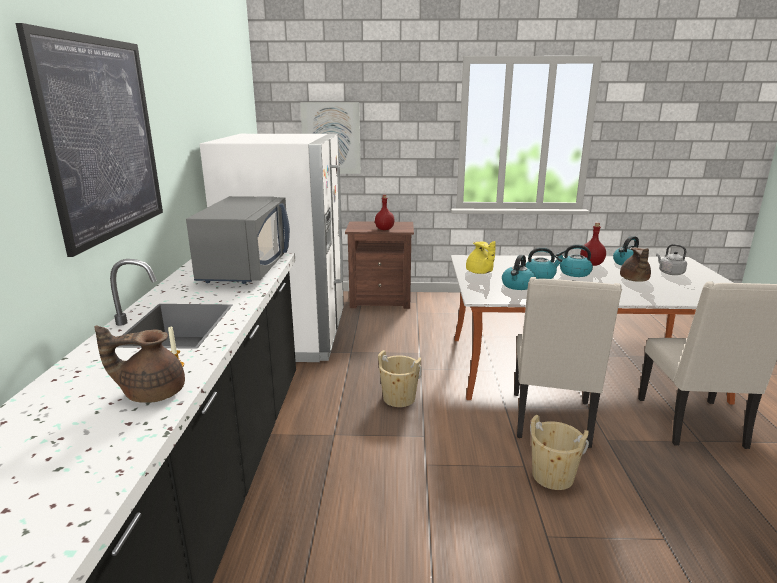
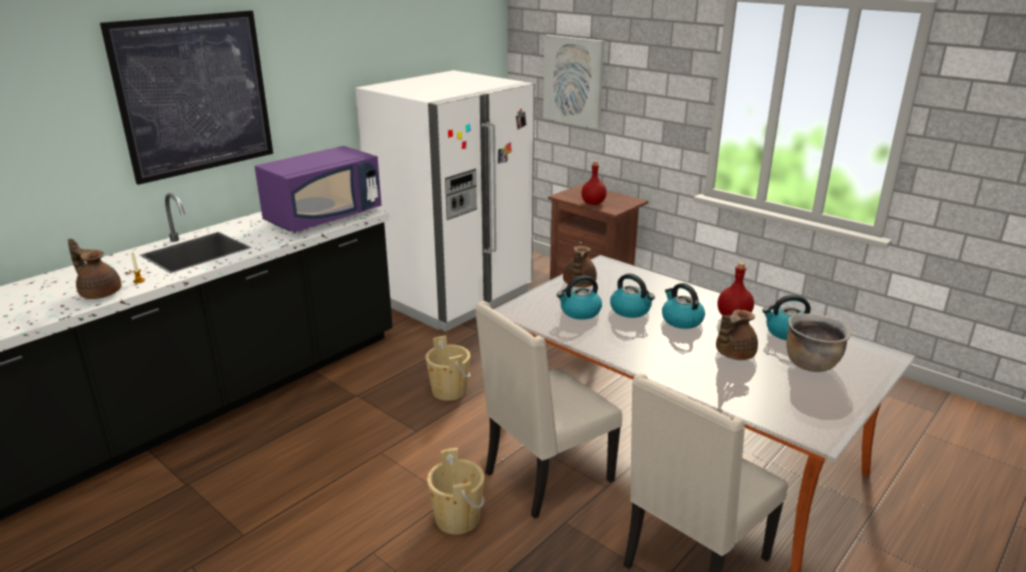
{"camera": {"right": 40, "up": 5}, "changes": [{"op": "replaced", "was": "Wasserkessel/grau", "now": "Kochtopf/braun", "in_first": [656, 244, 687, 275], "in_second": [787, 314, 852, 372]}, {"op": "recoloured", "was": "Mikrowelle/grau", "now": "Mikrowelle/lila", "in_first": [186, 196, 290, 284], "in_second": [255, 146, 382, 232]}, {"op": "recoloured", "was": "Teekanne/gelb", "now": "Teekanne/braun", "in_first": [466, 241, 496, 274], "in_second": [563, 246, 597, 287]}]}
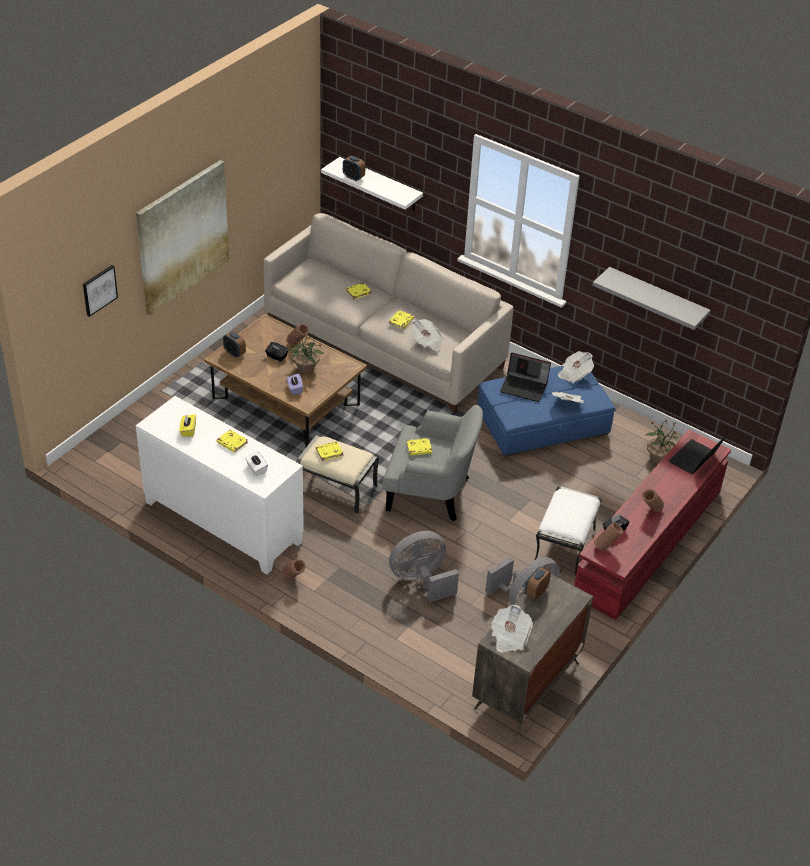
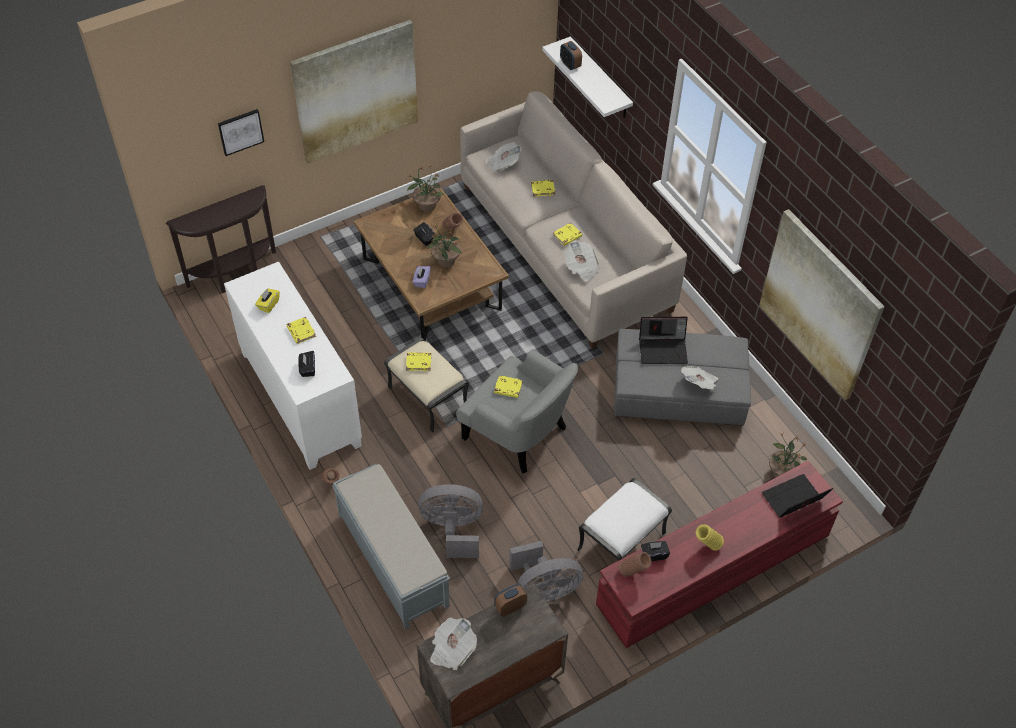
{"camera": {"right": 25, "up": 10}, "changes": [{"op": "removed", "was": "Wecker", "in_first": [223, 331, 246, 358]}, {"op": "added", "now": "Konsolentisch/braun", "in_second": [166, 185, 276, 293]}, {"op": "added", "now": "Bank/grau", "in_second": [332, 464, 450, 629]}, {"op": "added", "now": "Topfpflanze", "in_second": [407, 165, 444, 212]}, {"op": "moved", "was": "Zeitung", "in_first": [558, 351, 594, 383], "in_second": [485, 142, 522, 172]}, {"op": "replaced", "was": "Wandregal/grau", "now": "Bild", "in_first": [592, 267, 711, 330], "in_second": [759, 209, 885, 400]}, {"op": "recoloured", "was": "Taschentuchbox/weiß", "now": "Taschentuchbox/schwarz", "in_first": [245, 451, 268, 476], "in_second": [298, 351, 315, 377]}, {"op": "recoloured", "was": "Polsterhocker/blau", "now": "Polsterhocker/grau", "in_first": [478, 366, 616, 457], "in_second": [614, 329, 751, 426]}, {"op": "recoloured", "was": "Vase/braun", "now": "Vase/gelb", "in_first": [642, 489, 664, 512], "in_second": [696, 524, 724, 551]}, {"op": "turned", "was": "Laptop", "in_first": [500, 353, 551, 402], "in_second": [639, 317, 688, 364], "clockwise": -45}]}
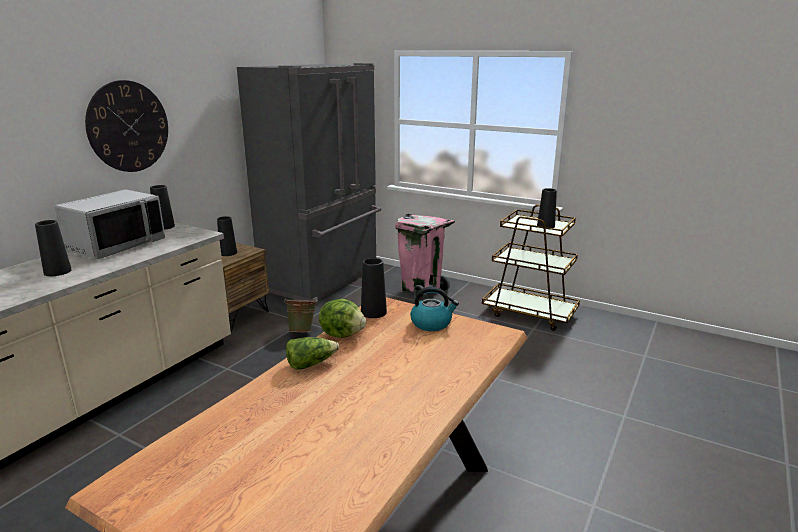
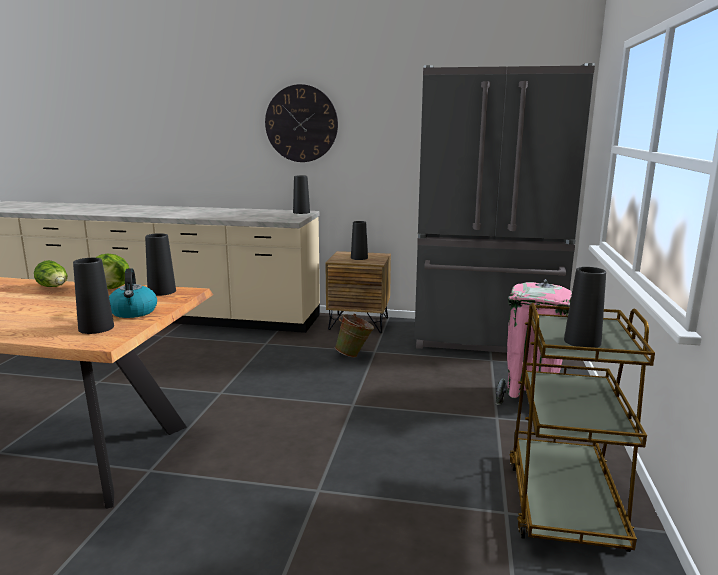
{"camera": {"right": 70, "up": -5}, "changes": [{"op": "removed", "was": "Mikrowelle/grau", "in_first": [55, 189, 165, 260]}, {"op": "moved", "was": "Vase/schwarz", "in_first": [35, 220, 72, 276], "in_second": [73, 258, 114, 334]}]}
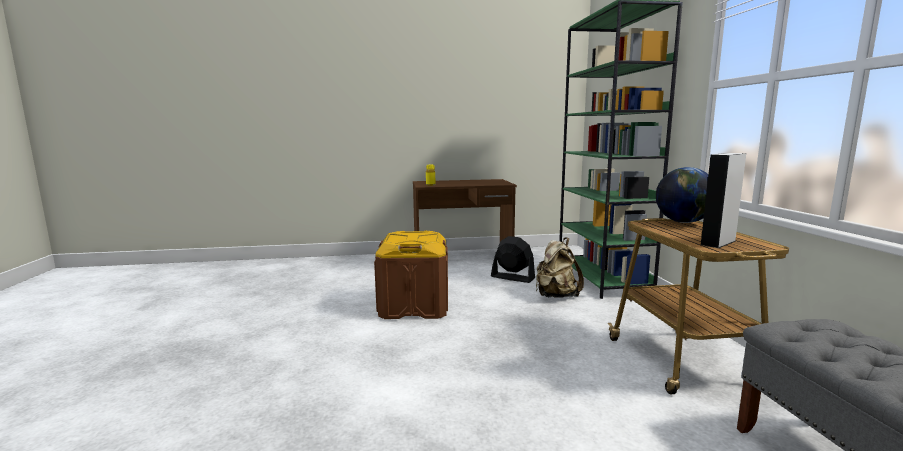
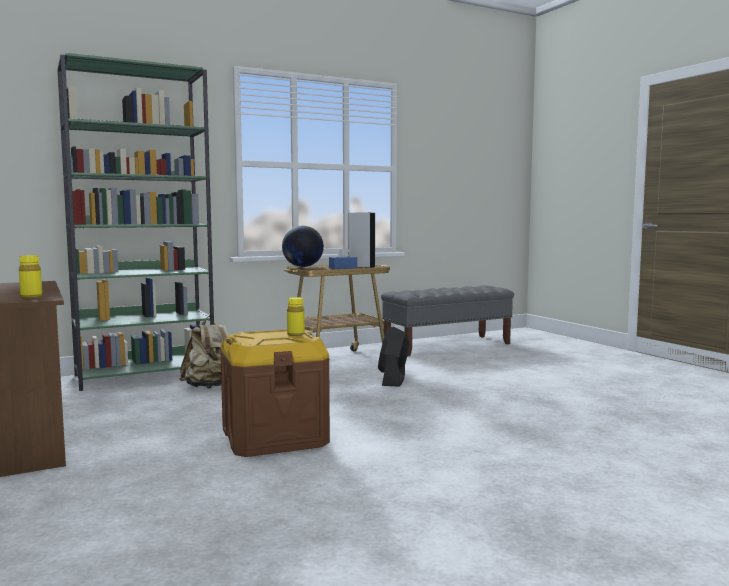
{"camera": {"right": -110, "up": -5}, "changes": [{"op": "added", "now": "Flasche/gelb", "in_second": [287, 297, 305, 336]}, {"op": "added", "now": "Taschentuchbox/blau", "in_second": [329, 246, 357, 269]}, {"op": "moved", "was": "Ventilator/schwarz", "in_first": [491, 236, 535, 283], "in_second": [378, 326, 410, 387]}]}
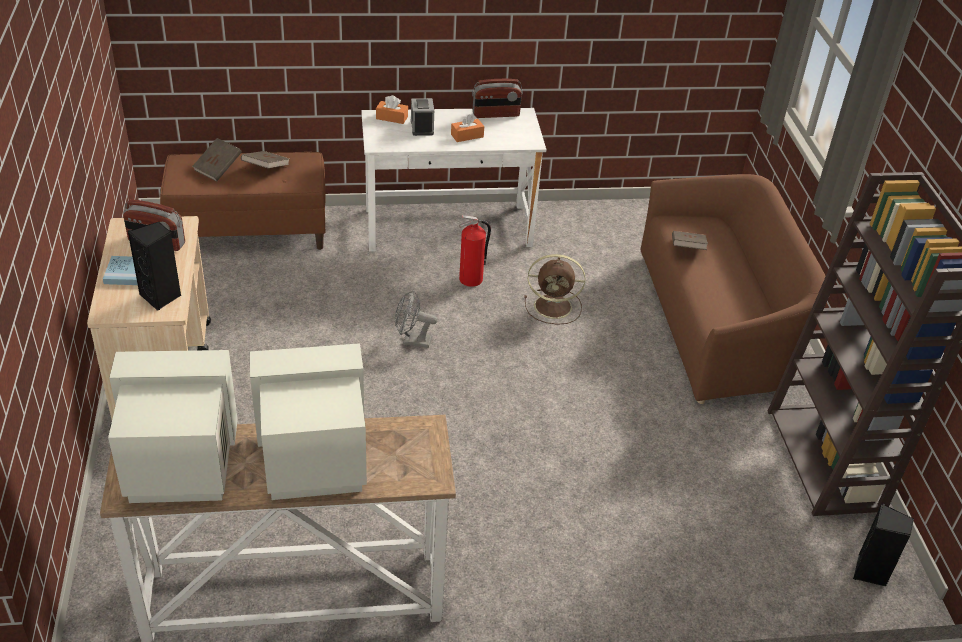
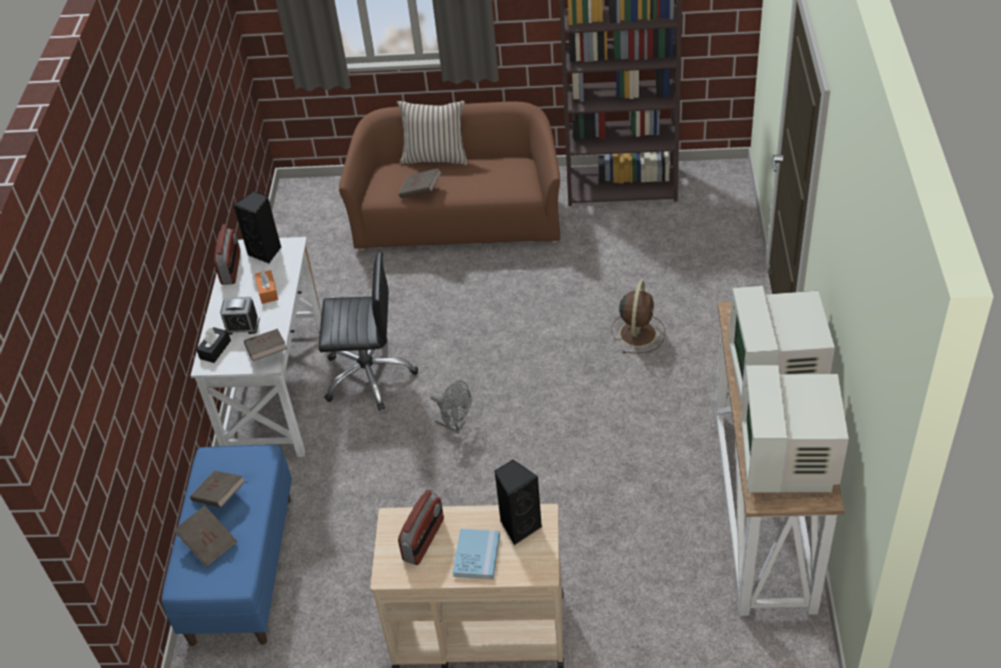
{"camera": {"right": -75, "up": 5}, "changes": [{"op": "added", "now": "Buch/braun", "in_second": [244, 329, 287, 361]}, {"op": "added", "now": "Kissen/beige", "in_second": [397, 101, 468, 165]}, {"op": "moved", "was": "Ventilator/braun", "in_first": [524, 254, 585, 325], "in_second": [611, 280, 665, 353]}, {"op": "moved", "was": "Lautsprecher/schwarz", "in_first": [853, 503, 914, 586], "in_second": [234, 191, 281, 264]}, {"op": "replaced", "was": "Feuerlöscher", "now": "Bürostuhl/schwarz", "in_first": [459, 215, 491, 287], "in_second": [319, 251, 418, 411]}, {"op": "recoloured", "was": "Bank/braun", "now": "Bank/blau", "in_first": [160, 152, 326, 250], "in_second": [162, 445, 292, 646]}, {"op": "recoloured", "was": "Taschentuchbox/orange", "now": "Taschentuchbox/schwarz", "in_first": [376, 95, 408, 124], "in_second": [196, 327, 231, 363]}, {"op": "turned", "was": "Ventilator/grau", "in_first": [395, 290, 438, 348], "in_second": [430, 381, 471, 432], "clockwise": -75}]}
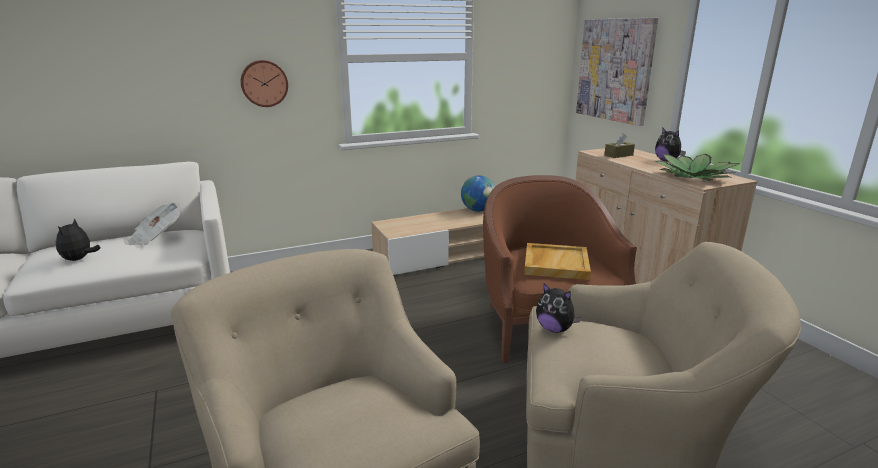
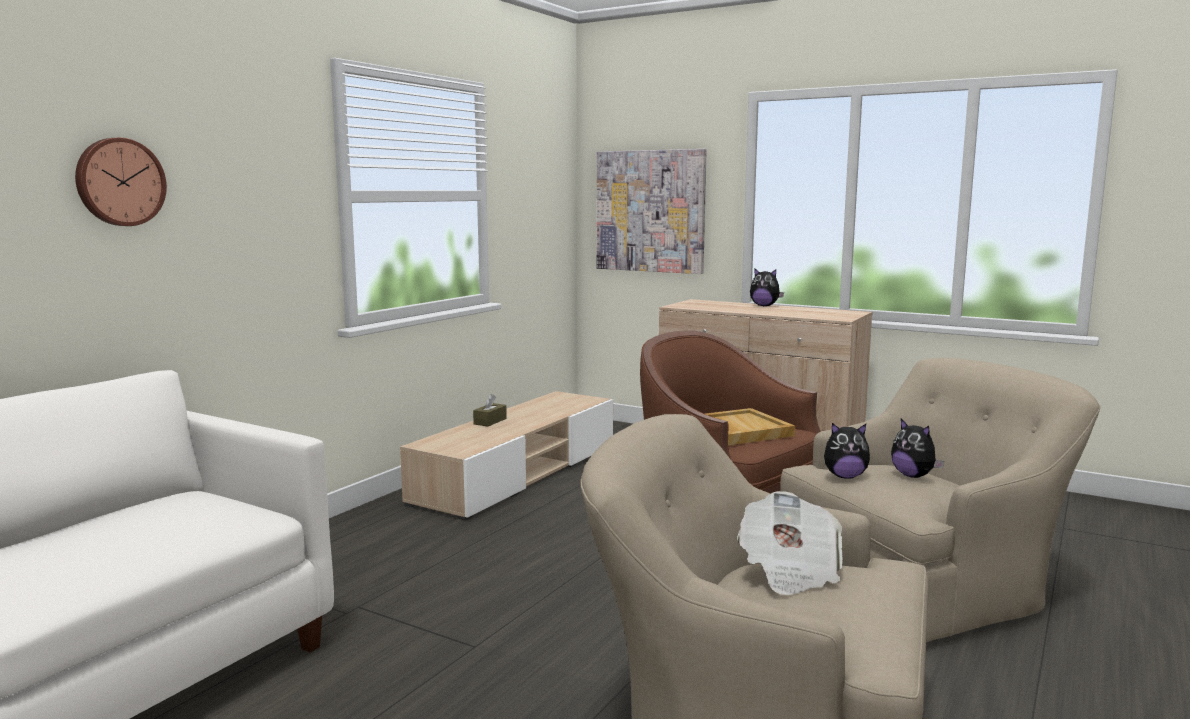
{"camera": {"right": -35, "up": -10}, "changes": [{"op": "removed", "was": "Globus", "in_first": [461, 175, 495, 212]}, {"op": "removed", "was": "Topfpflanze", "in_first": [656, 154, 740, 181]}, {"op": "moved", "was": "Plüschtier", "in_first": [56, 218, 101, 261], "in_second": [891, 419, 944, 478]}, {"op": "moved", "was": "Zeitung", "in_first": [124, 203, 180, 245], "in_second": [737, 491, 843, 595]}, {"op": "moved", "was": "Wanduhr", "in_first": [241, 60, 288, 107], "in_second": [75, 138, 167, 226]}, {"op": "moved", "was": "Taschentuchbox/braun", "in_first": [604, 133, 635, 158], "in_second": [473, 394, 507, 426]}]}
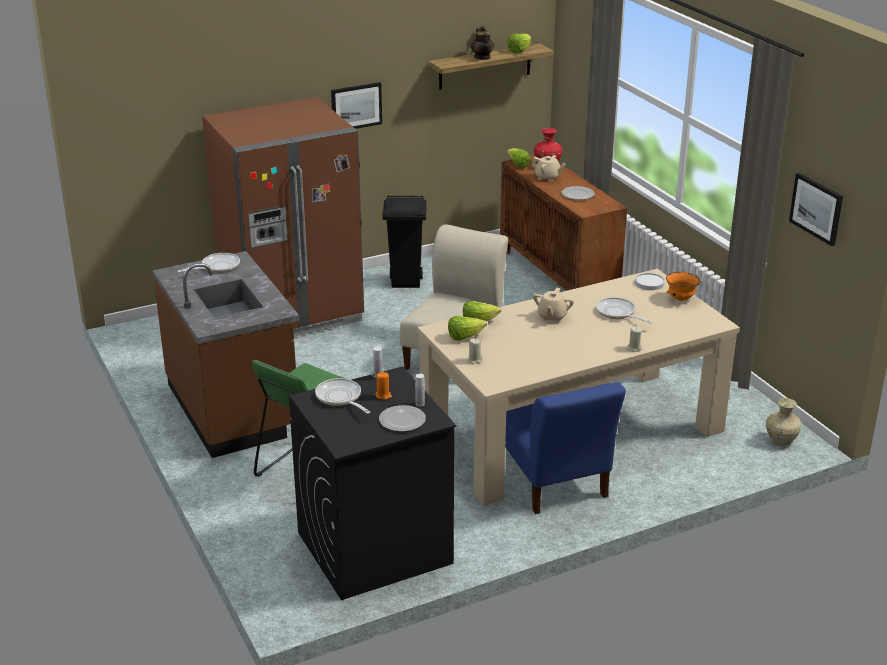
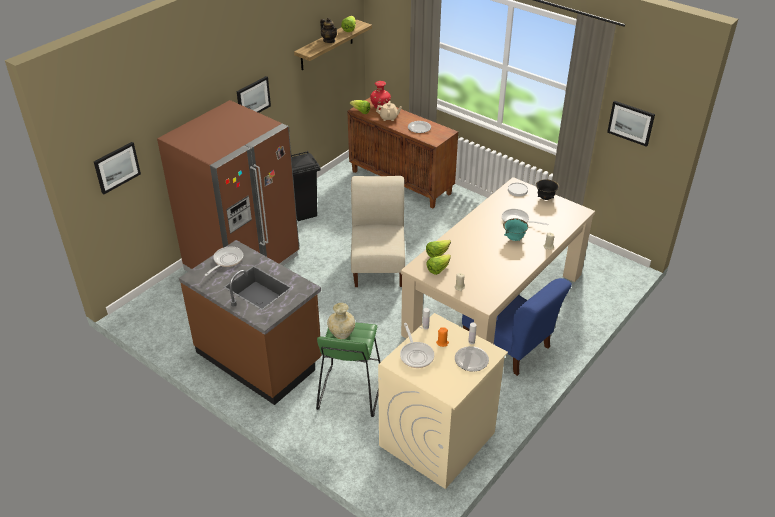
{"camera": {"right": -25, "up": 10}, "changes": [{"op": "removed", "was": "Teekanne/beige", "in_first": [533, 288, 574, 323]}, {"op": "added", "now": "Bild", "in_second": [94, 142, 141, 194]}, {"op": "added", "now": "Schüssel/türkis", "in_second": [503, 218, 528, 241]}, {"op": "moved", "was": "Vase/beige", "in_first": [766, 398, 801, 446], "in_second": [327, 303, 355, 339]}, {"op": "recoloured", "was": "Waschmaschine/schwarz", "now": "Waschmaschine/beige", "in_first": [289, 366, 456, 600], "in_second": [378, 313, 508, 489]}, {"op": "recoloured", "was": "Schüssel/orange", "now": "Schüssel/schwarz", "in_first": [666, 272, 701, 301], "in_second": [536, 179, 560, 200]}, {"op": "turned", "was": "Pfanne", "in_first": [315, 378, 370, 414], "in_second": [400, 323, 434, 368], "clockwise": -135}]}
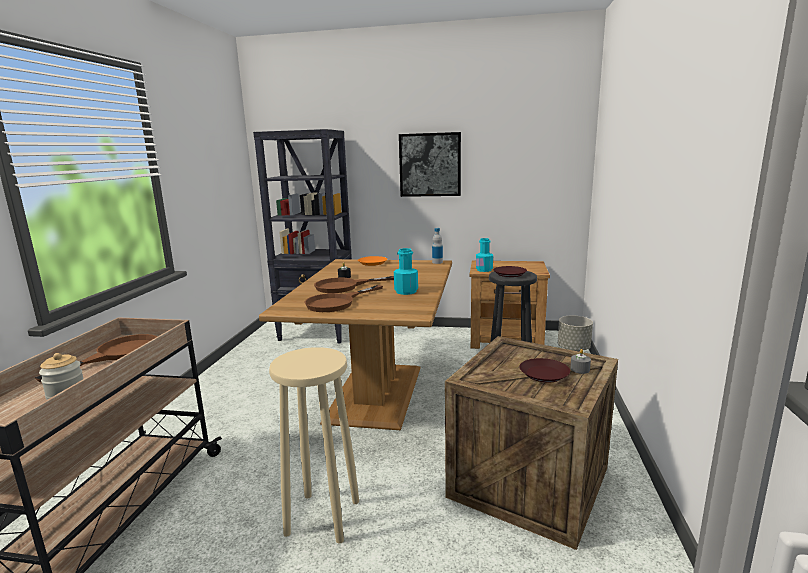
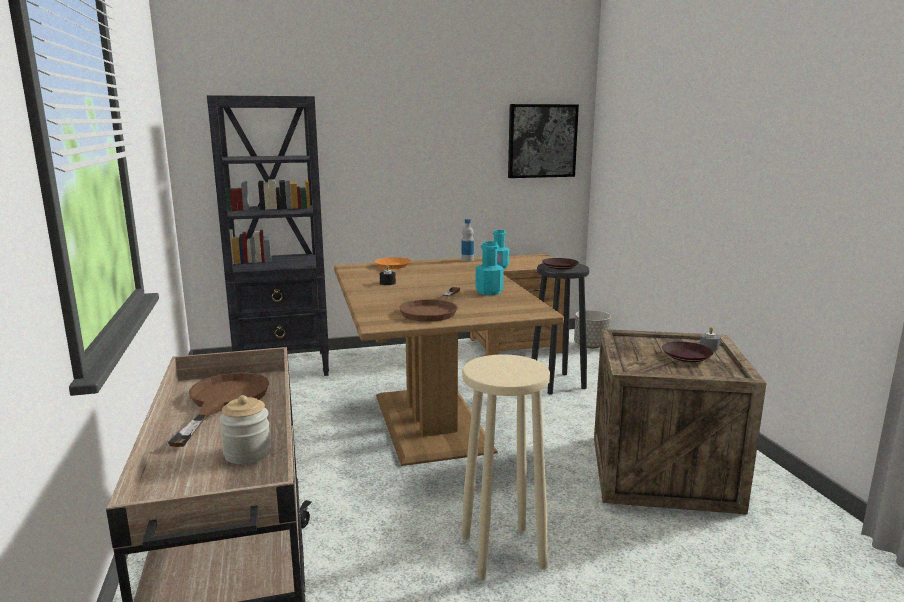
{"camera": {"right": -25, "up": 0}, "changes": [{"op": "removed", "was": "Pfanne/braun", "in_first": [314, 276, 394, 293]}, {"op": "moved", "was": "Bild", "in_first": [399, 132, 461, 197], "in_second": [508, 104, 579, 178]}]}
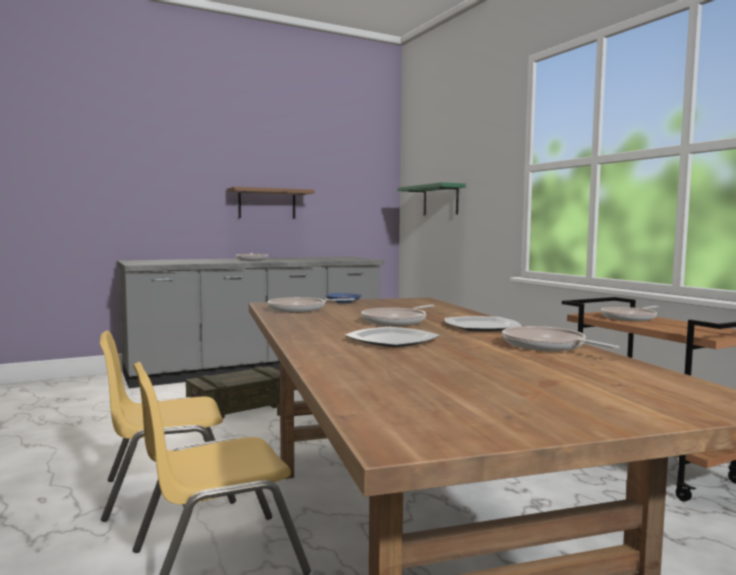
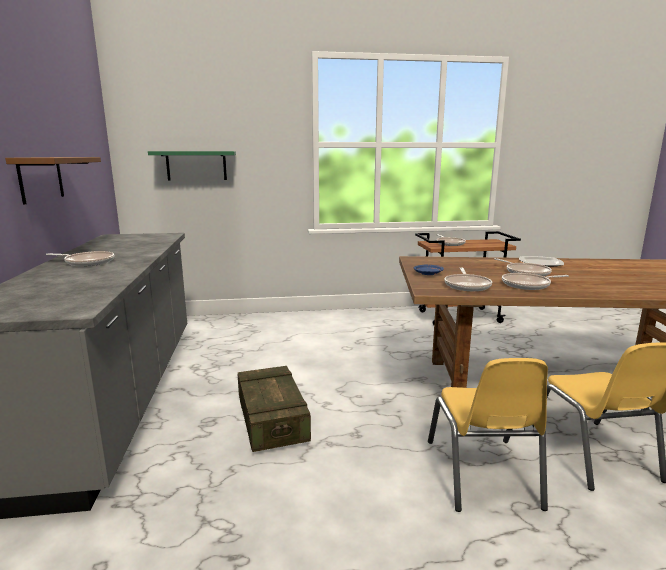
{"camera": {"right": -70, "up": 10}, "changes": [{"op": "removed", "was": "Teller", "in_first": [345, 327, 440, 347]}, {"op": "moved", "was": "Pfanne", "in_first": [502, 326, 620, 351], "in_second": [502, 273, 569, 290]}]}
